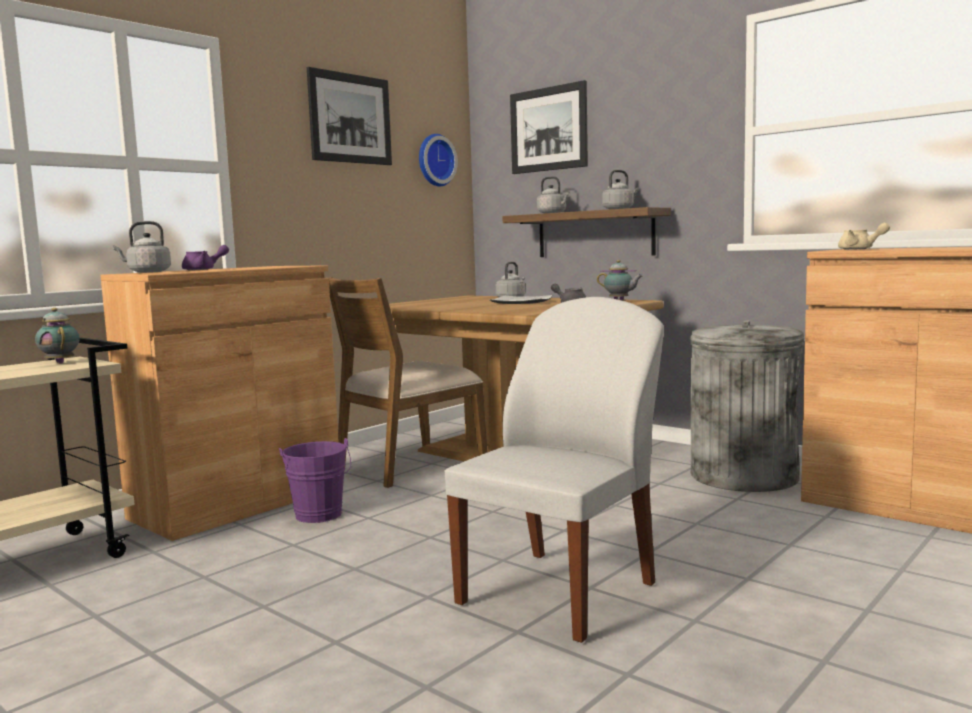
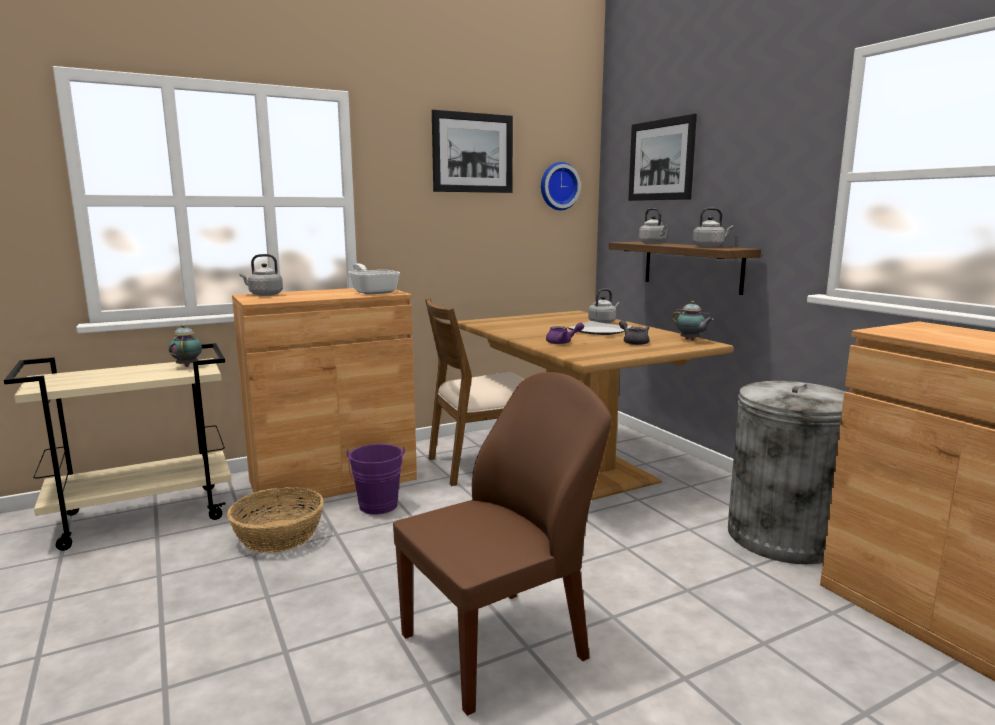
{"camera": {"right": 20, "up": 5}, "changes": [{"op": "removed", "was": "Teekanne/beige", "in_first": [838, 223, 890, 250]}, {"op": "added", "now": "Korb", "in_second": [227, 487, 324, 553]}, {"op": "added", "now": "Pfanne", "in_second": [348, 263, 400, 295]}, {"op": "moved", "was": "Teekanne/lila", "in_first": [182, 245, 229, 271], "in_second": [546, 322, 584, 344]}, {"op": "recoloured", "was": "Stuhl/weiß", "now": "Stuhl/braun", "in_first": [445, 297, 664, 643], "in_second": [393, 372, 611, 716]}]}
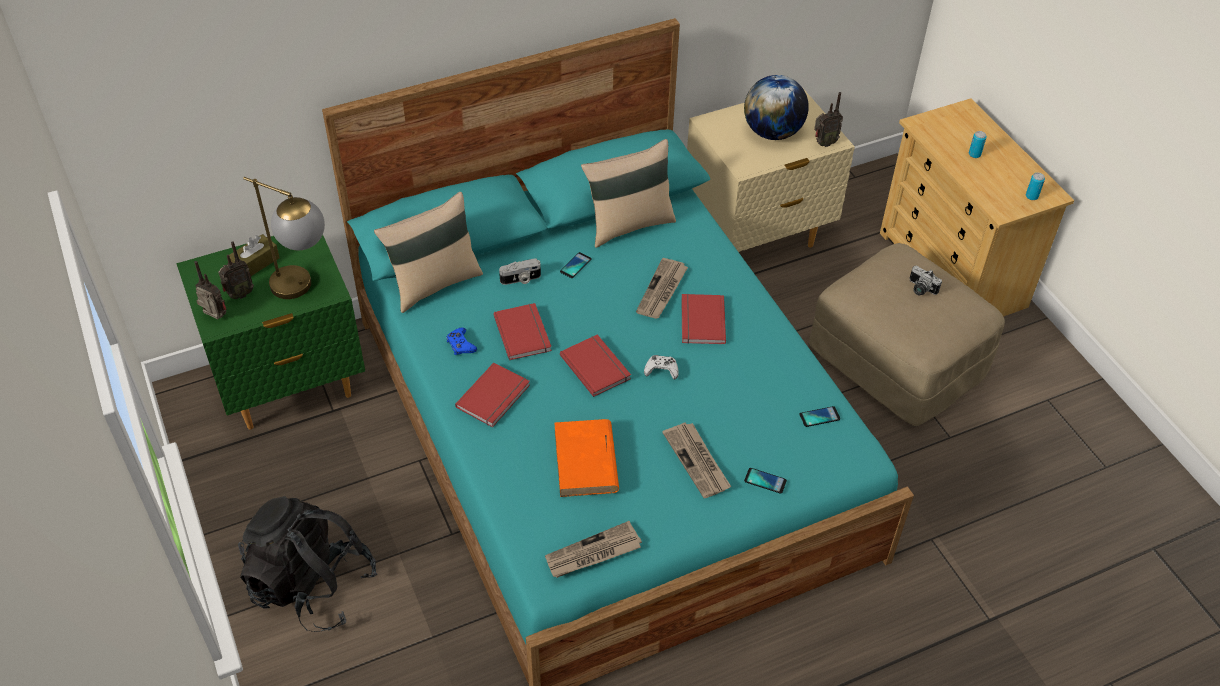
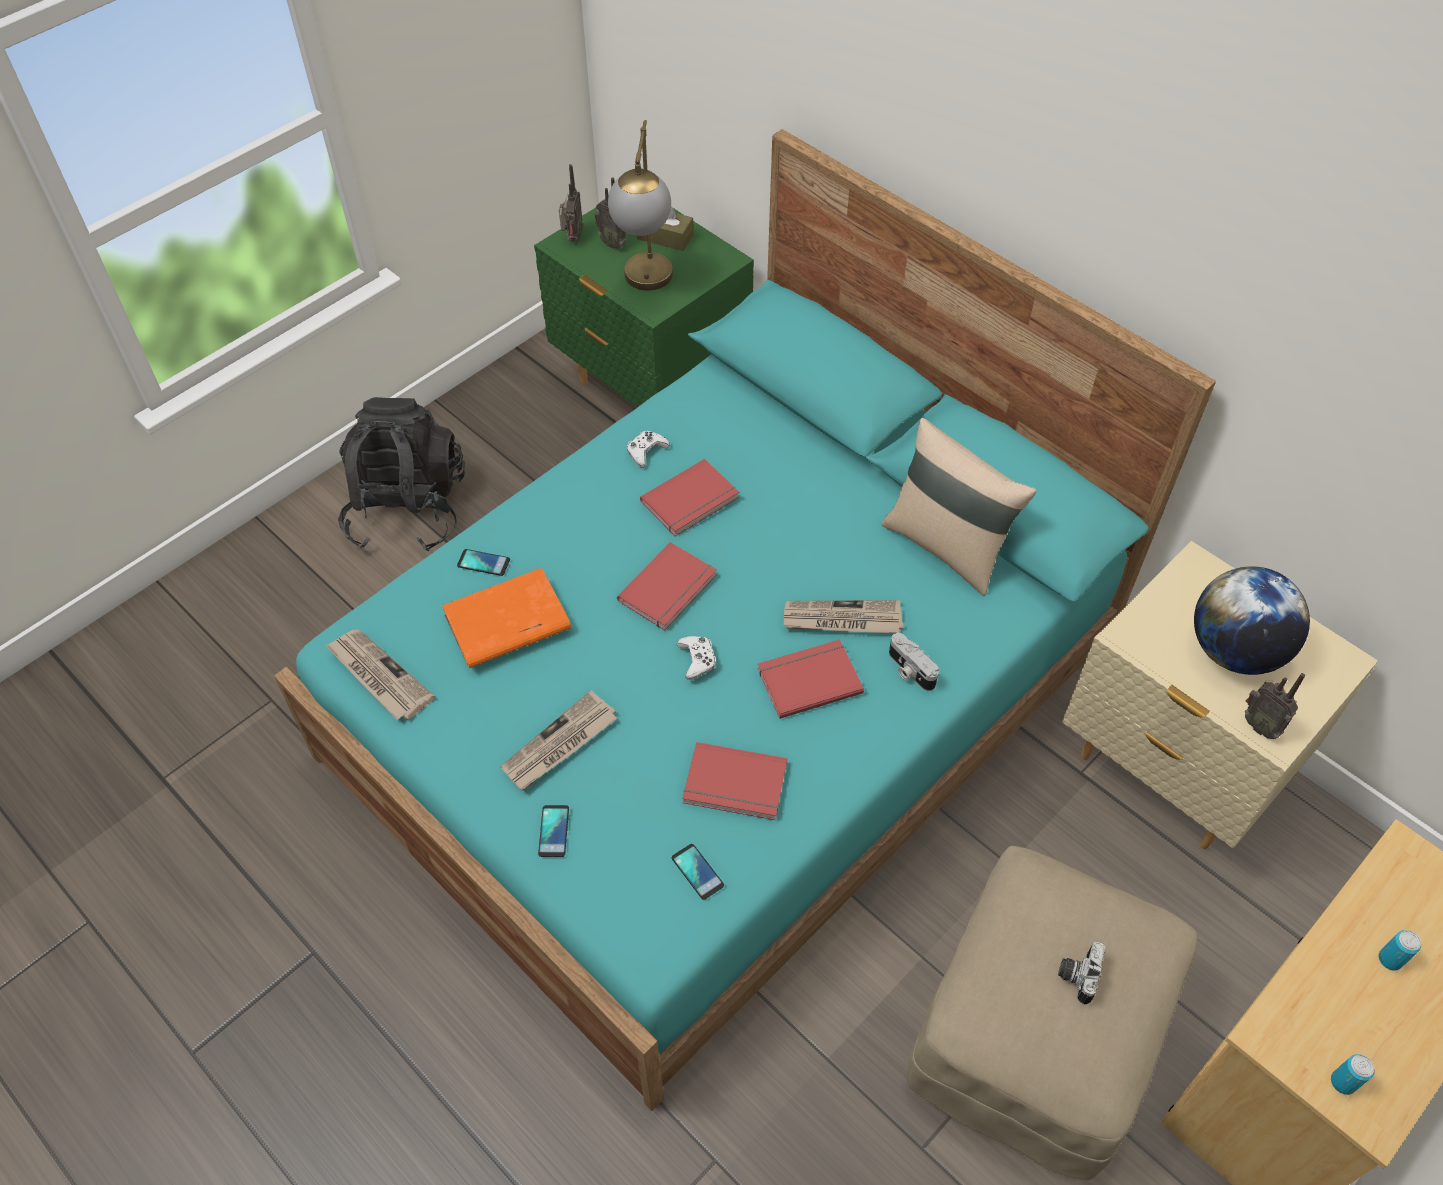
{"camera": {"right": 70, "up": 5}, "changes": [{"op": "removed", "was": "Kissen/beige", "in_first": [374, 192, 483, 313]}, {"op": "moved", "was": "Buch/rot", "in_first": [455, 363, 530, 427], "in_second": [682, 742, 787, 820]}, {"op": "moved", "was": "Kamera", "in_first": [499, 258, 541, 285], "in_second": [889, 633, 939, 691]}, {"op": "moved", "was": "Handy", "in_first": [560, 252, 592, 278], "in_second": [457, 549, 510, 576]}, {"op": "recoloured", "was": "Gamepad/blau", "now": "Gamepad/weiß", "in_first": [446, 328, 477, 355], "in_second": [627, 431, 670, 468]}]}
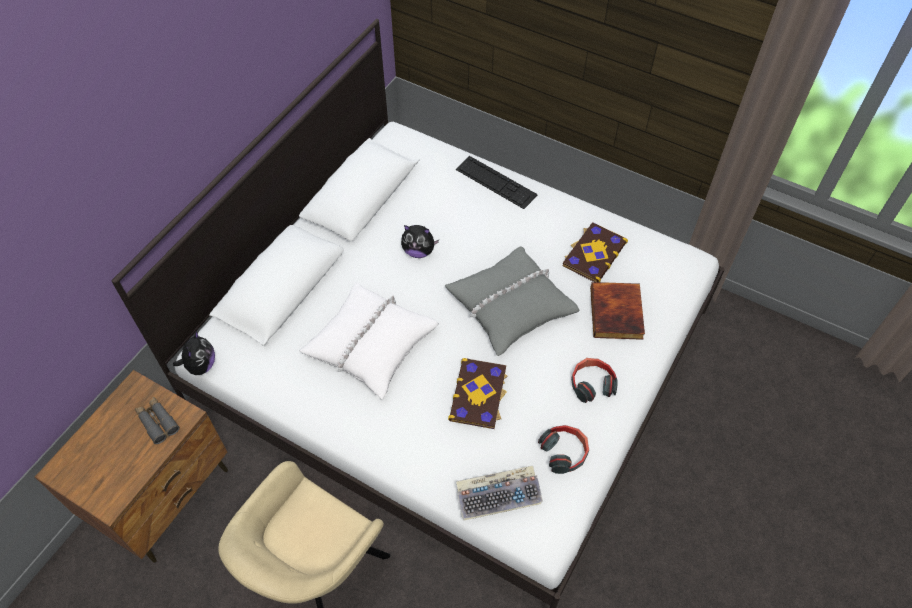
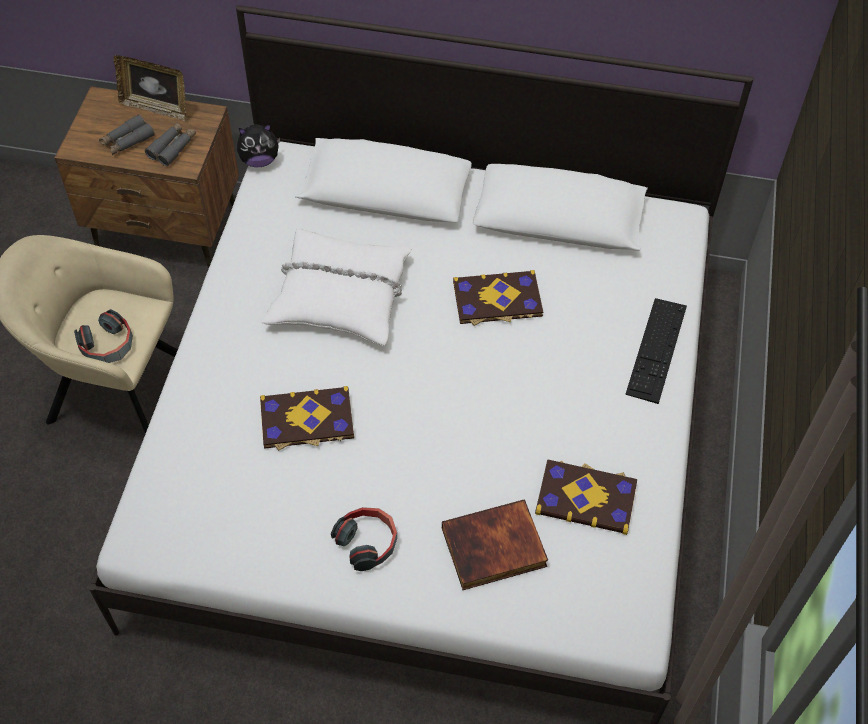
{"camera": {"right": 70, "up": 0}, "changes": [{"op": "removed", "was": "Kissen/grau", "in_first": [445, 247, 580, 356]}, {"op": "removed", "was": "Tastatur", "in_first": [456, 466, 543, 520]}, {"op": "added", "now": "Fernglas/grau", "in_second": [99, 115, 155, 155]}, {"op": "added", "now": "Bilderrahmen", "in_second": [113, 55, 187, 122]}, {"op": "moved", "was": "Kopfhörer", "in_first": [538, 425, 589, 474], "in_second": [74, 309, 133, 363]}, {"op": "replaced", "was": "Plüschtier", "now": "Buch", "in_first": [401, 225, 439, 258], "in_second": [453, 270, 543, 326]}]}
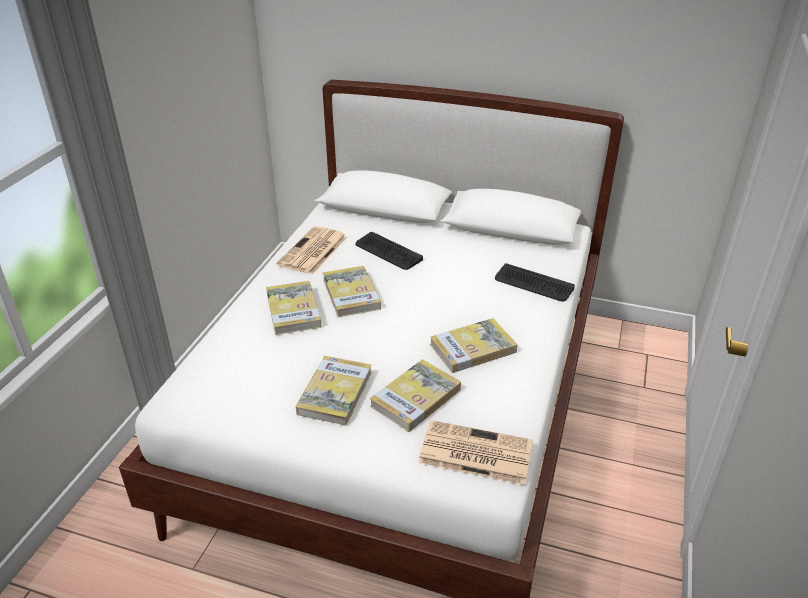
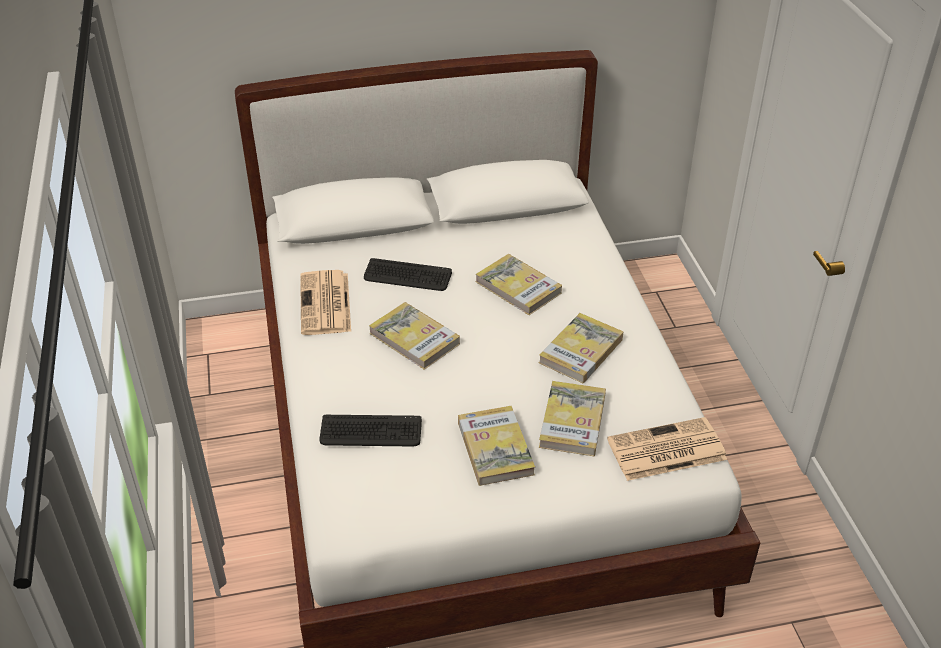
{"camera": {"right": -30, "up": 5}, "changes": [{"op": "moved", "was": "Buch", "in_first": [266, 281, 321, 335], "in_second": [476, 254, 562, 315]}, {"op": "moved", "was": "Tastatur", "in_first": [495, 263, 575, 301], "in_second": [320, 415, 422, 447]}]}
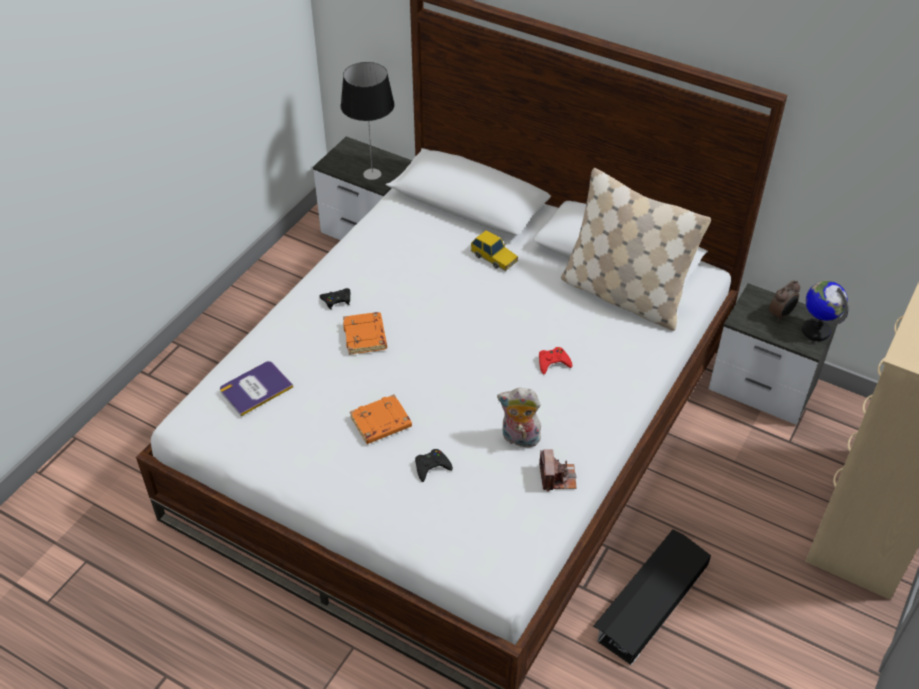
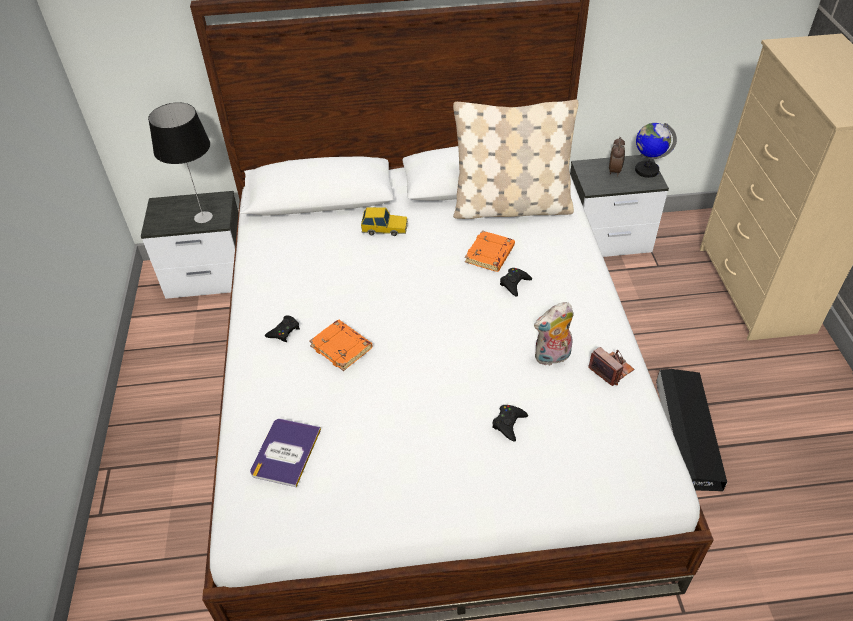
{"camera": {"right": -35, "up": 0}, "changes": [{"op": "moved", "was": "Buch/orange", "in_first": [350, 394, 412, 444], "in_second": [465, 230, 515, 272]}, {"op": "recoloured", "was": "Gamepad/rot", "now": "Gamepad/schwarz", "in_first": [539, 347, 572, 374], "in_second": [500, 268, 532, 297]}]}
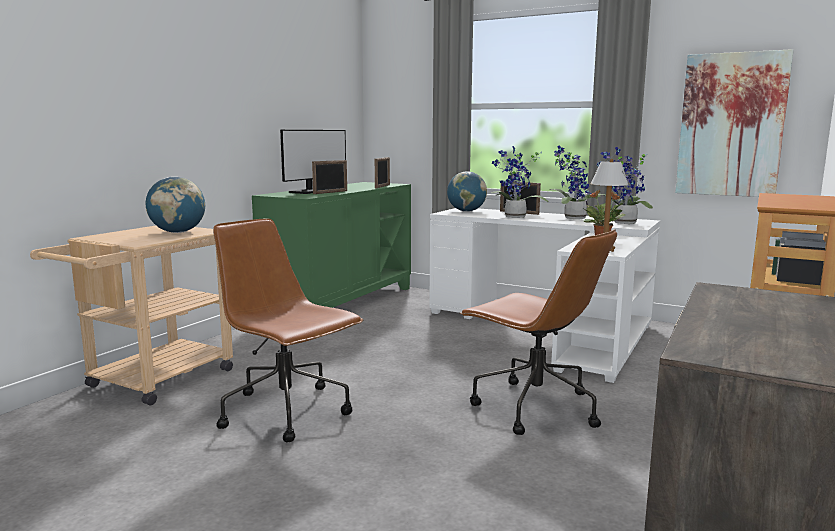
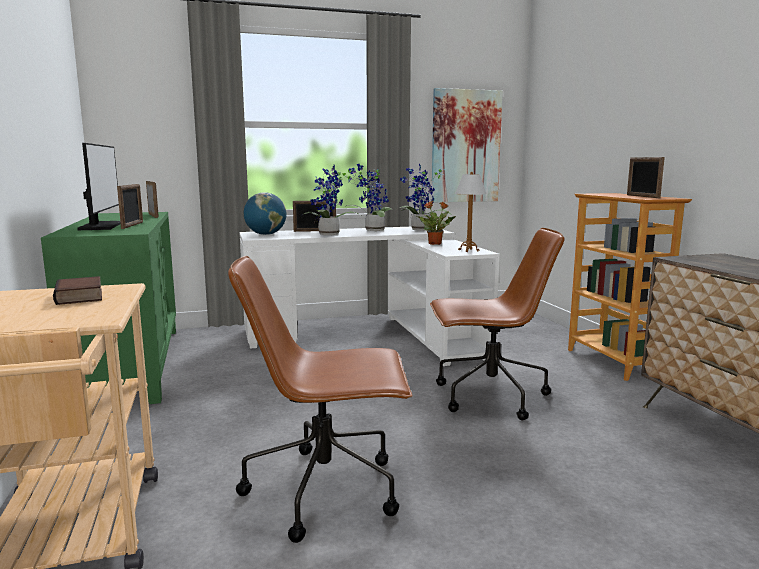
{"camera": {"right": -45, "up": 0}, "changes": [{"op": "added", "now": "Bilderrahmen", "in_second": [627, 157, 665, 198]}, {"op": "replaced", "was": "Globus", "now": "Buch", "in_first": [146, 177, 205, 233], "in_second": [53, 276, 102, 305]}]}
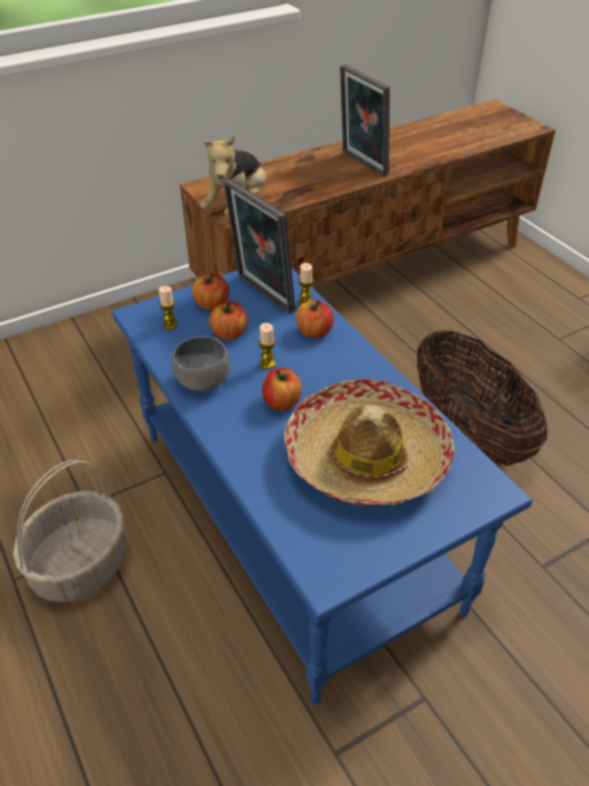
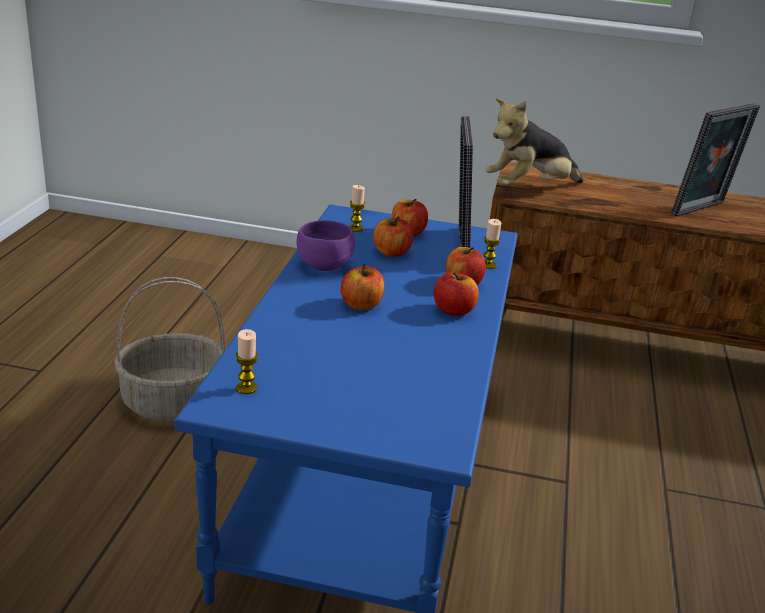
{"camera": {"right": 40, "up": -15}, "changes": [{"op": "removed", "was": "Hut", "in_first": [284, 379, 455, 506]}, {"op": "removed", "was": "Korb", "in_first": [417, 330, 548, 466]}, {"op": "added", "now": "Apfel", "in_second": [434, 272, 479, 316]}, {"op": "moved", "was": "Kerze", "in_first": [259, 323, 276, 369], "in_second": [236, 329, 258, 394]}, {"op": "recoloured", "was": "Schüssel/grau", "now": "Schüssel/lila", "in_first": [172, 336, 230, 391], "in_second": [297, 220, 355, 271]}, {"op": "turned", "was": "Bilderrahmen", "in_first": [340, 64, 390, 177], "in_second": [671, 103, 760, 216], "clockwise": -135}]}
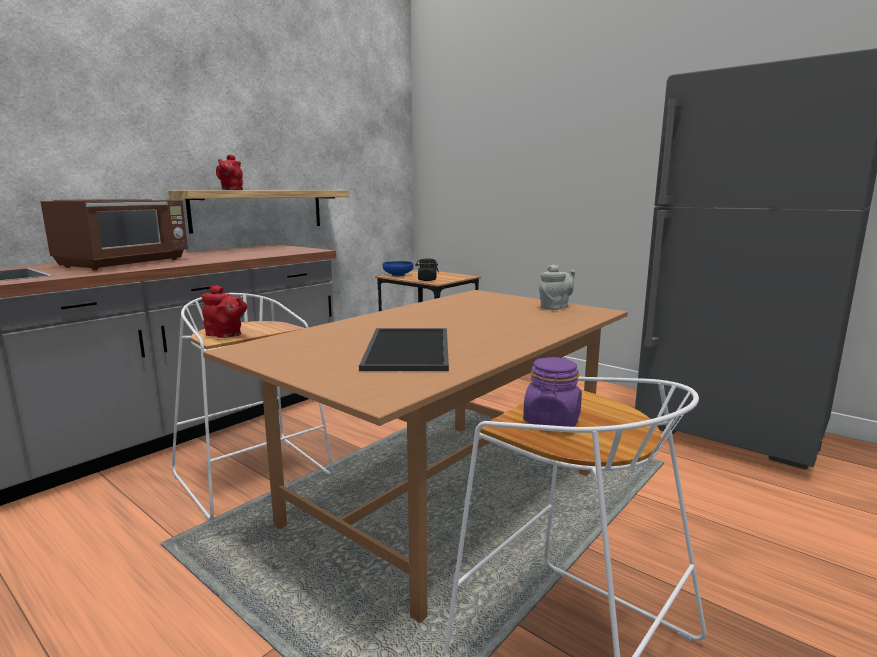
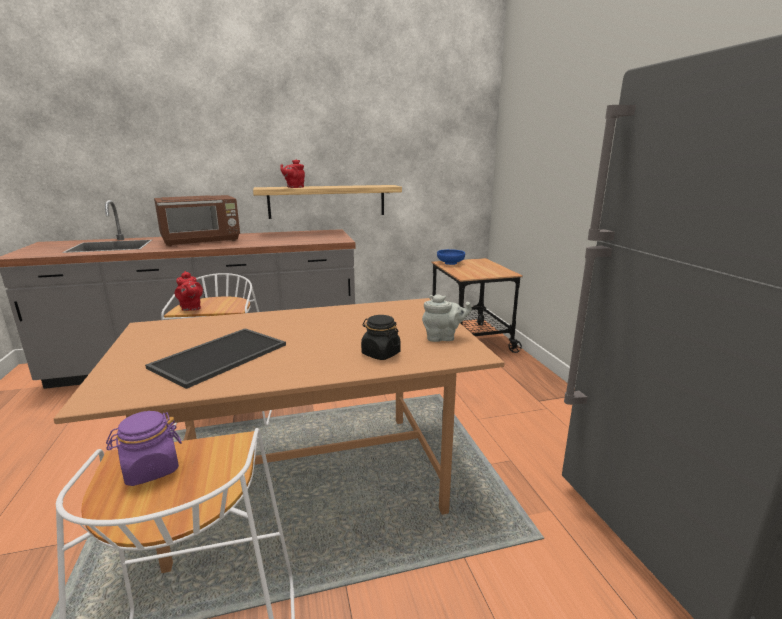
{"camera": {"right": 35, "up": 5}, "changes": [{"op": "moved", "was": "Vorratsglas/schwarz", "in_first": [415, 259, 439, 281], "in_second": [361, 315, 401, 360]}]}
